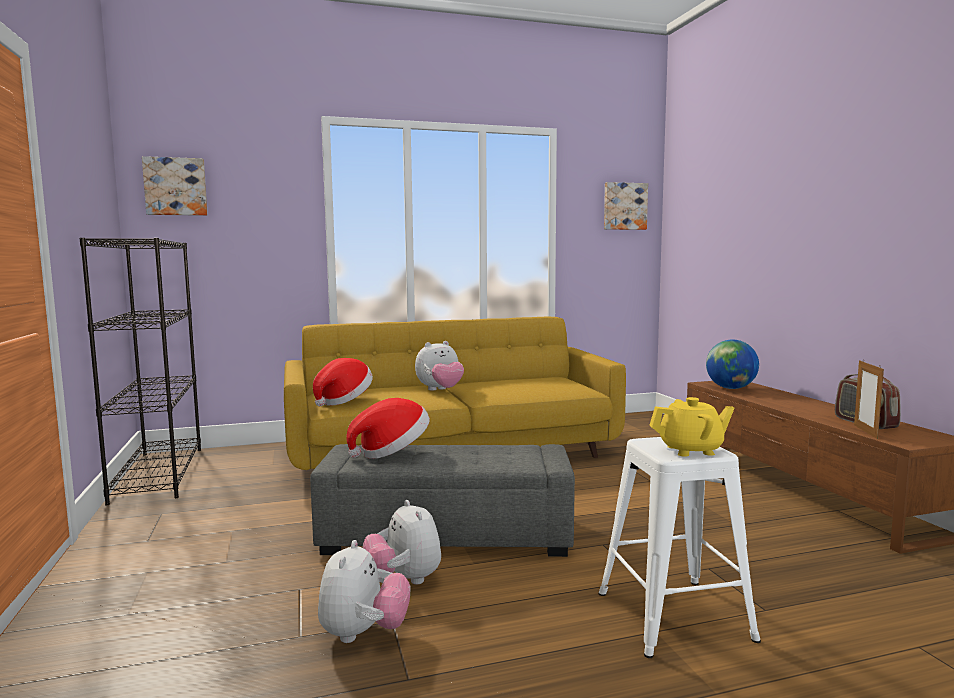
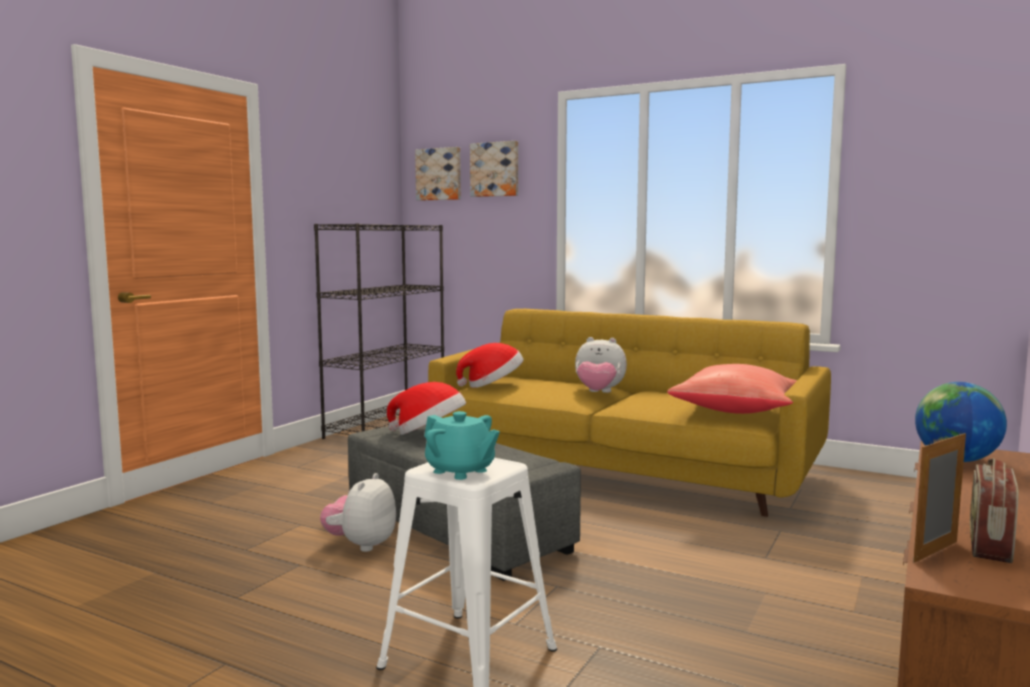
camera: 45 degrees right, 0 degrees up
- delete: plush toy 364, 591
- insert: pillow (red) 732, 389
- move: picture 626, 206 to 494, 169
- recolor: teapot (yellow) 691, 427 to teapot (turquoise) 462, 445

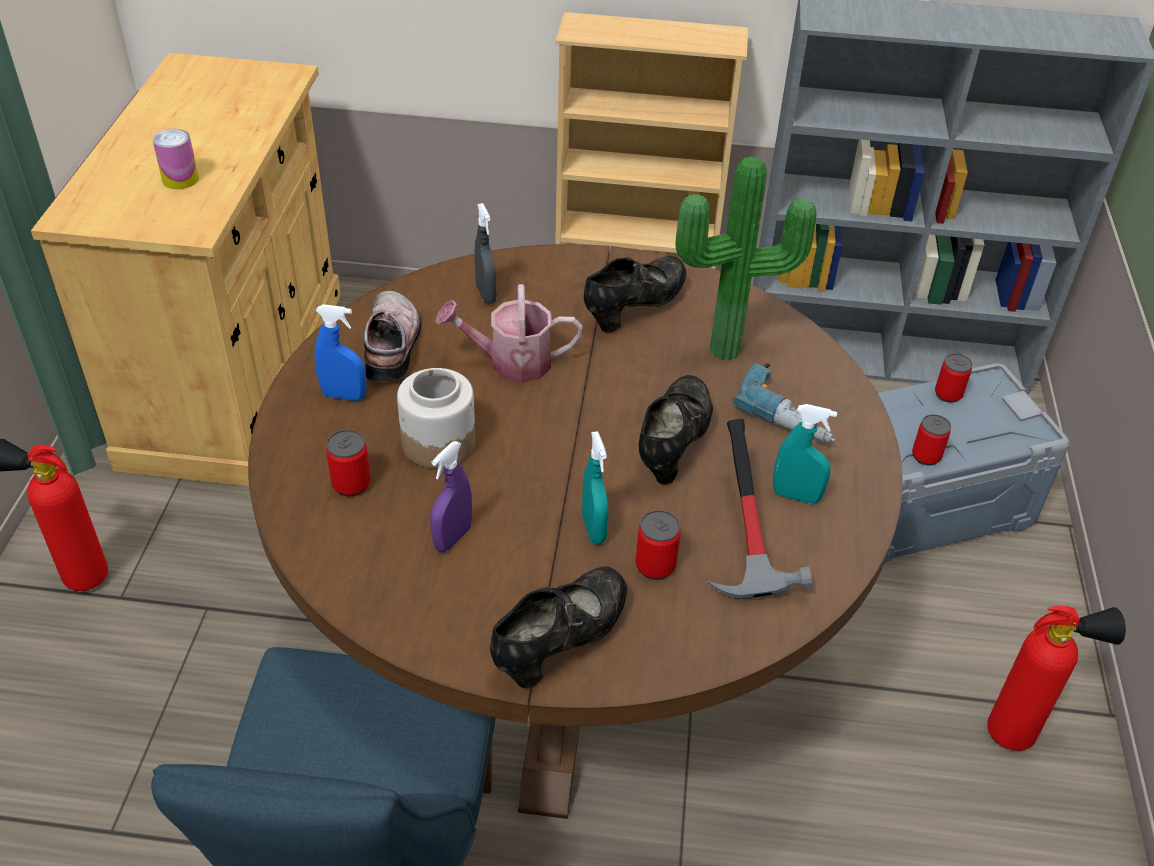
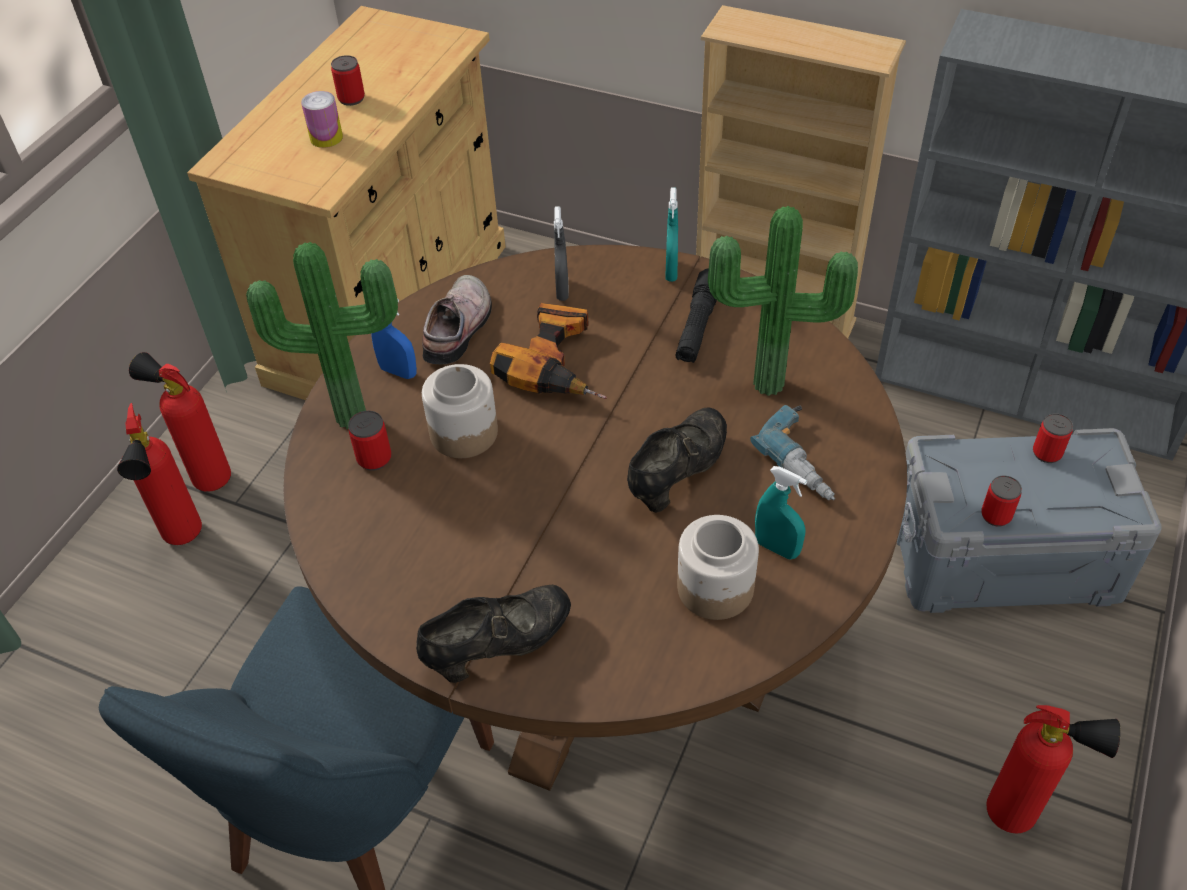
camera: 20 degrees right, 5 degrees up
- delete: spray bottle (purple) 451, 496
- insert: fire extinguisher 159, 474
- insert: potted plant 322, 335
- move: spray bottle (turquoise) 595, 488 to 671, 235
- move: can 658, 545 to 348, 80
- replace: watering can 508, 333 to power drill 548, 351
- replace: shoe (black) 635, 294 to flashlight (black) 696, 316
- replace: hammer 760, 509 to jar 718, 567

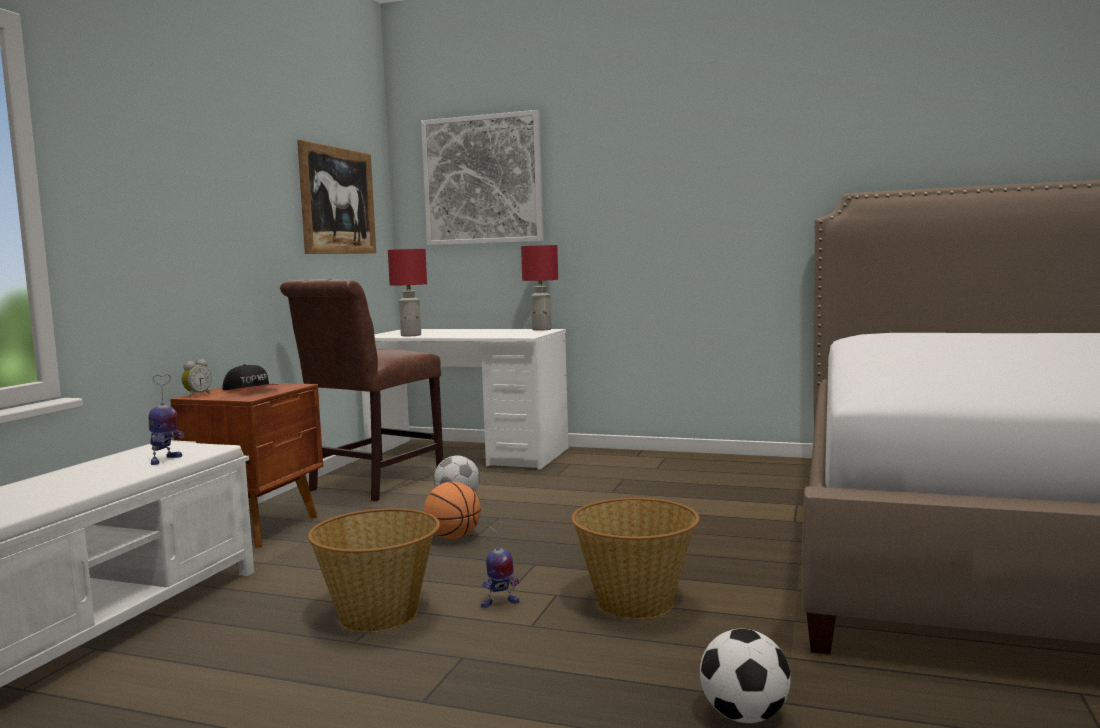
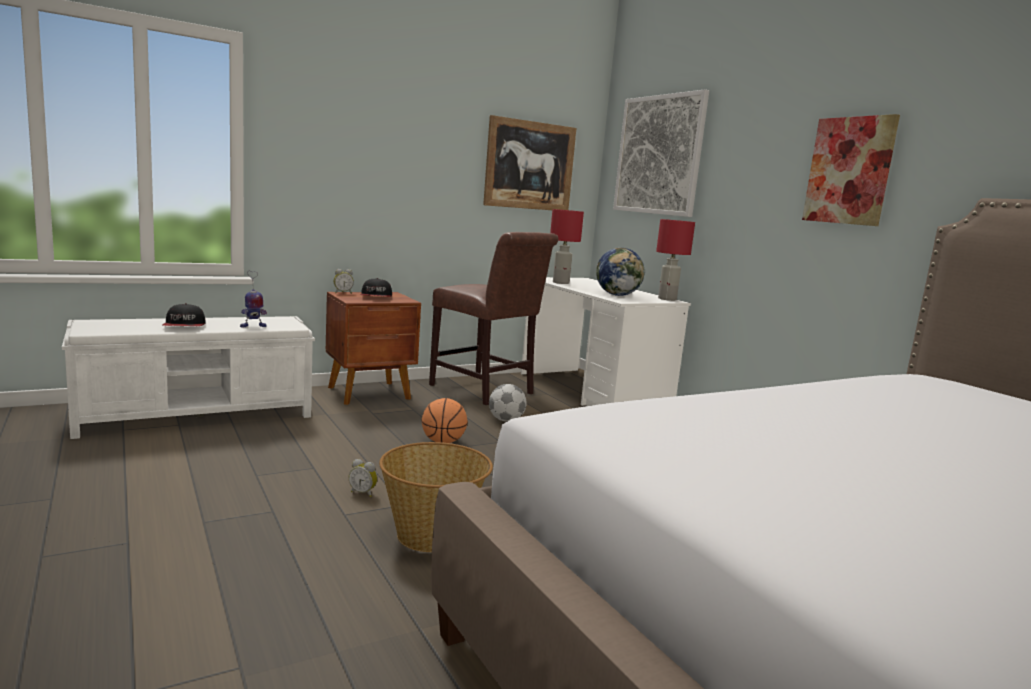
camera: 40 degrees right, 5 degrees up
- delete: basket 374, 570
- delete: football 745, 676
- insert: cap 184, 314
- insert: globe 620, 272
- insert: picture 851, 170
- replace: toy robot 500, 564 to alarm clock 363, 478
- rotate: chair (brown) 361, 390 = 493, 318 120 degrees counterclockwise

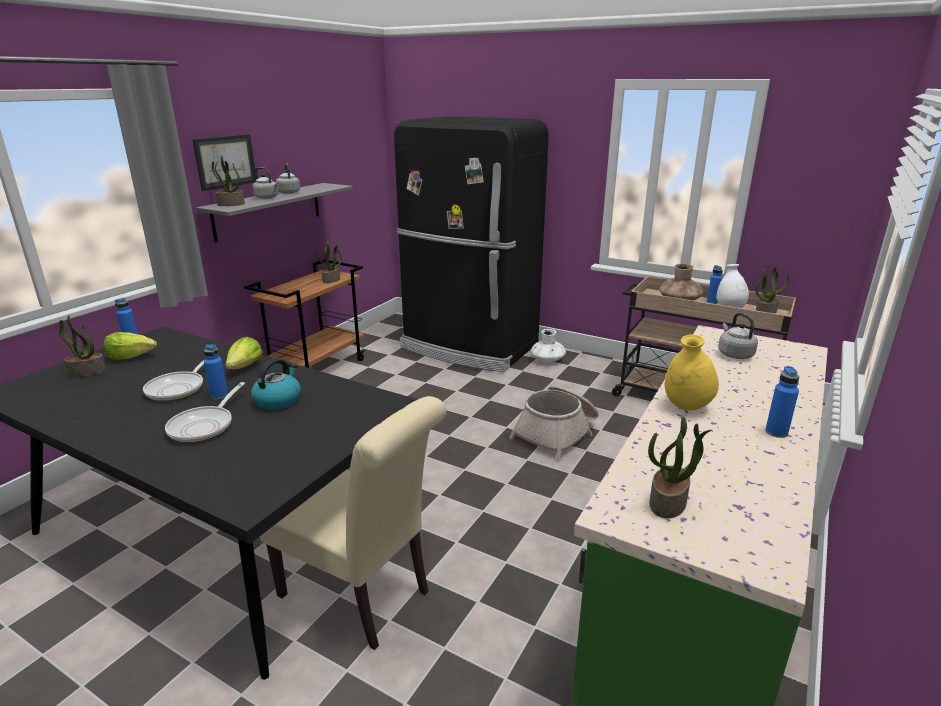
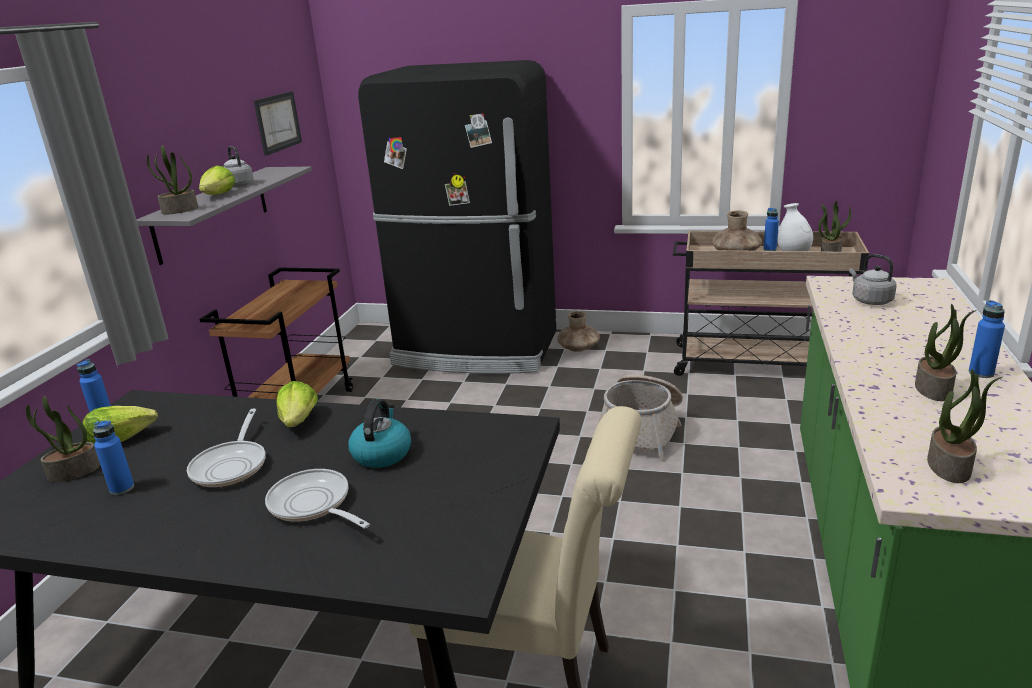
camera: 15 degrees left, 0 degrees up
- delete: vase (yellow) 692, 373
- move: picture 224, 162 to 278, 123
- move: bottle (blue) 216, 372 to 113, 458
- move: potted plant 329, 262 to 945, 352
- replace: kettle (grey) 266, 183 to lettuce 217, 180
- recolor: vase (white) 548, 346 to vase (brown) 578, 331
- rotate: frying pan 205, 412 = 317, 499 135 degrees clockwise

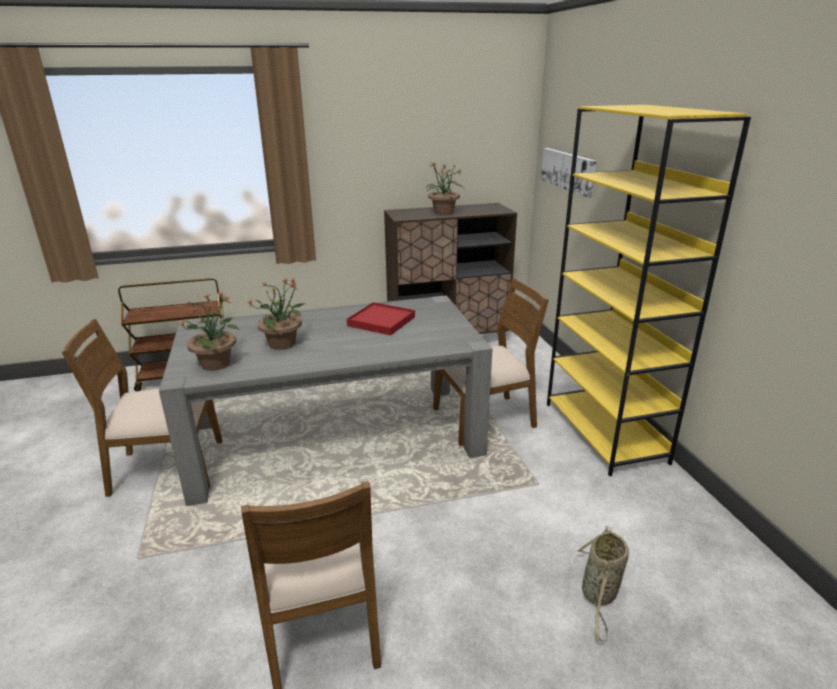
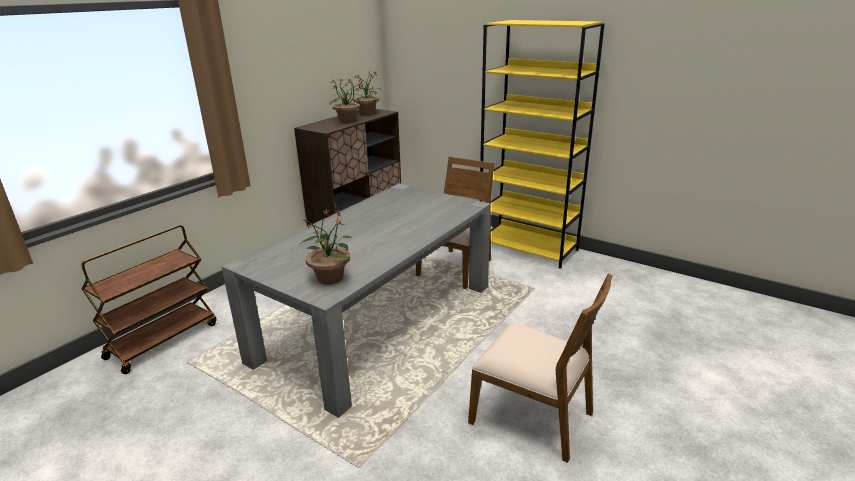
camera: 40 degrees left, 0 degrees up
- delete: chair (brown) 142, 408
- delete: tray (red) 381, 318
- delete: picture 568, 173
- delete: basket 603, 584
- move: potted plant 276, 314 to 368, 93

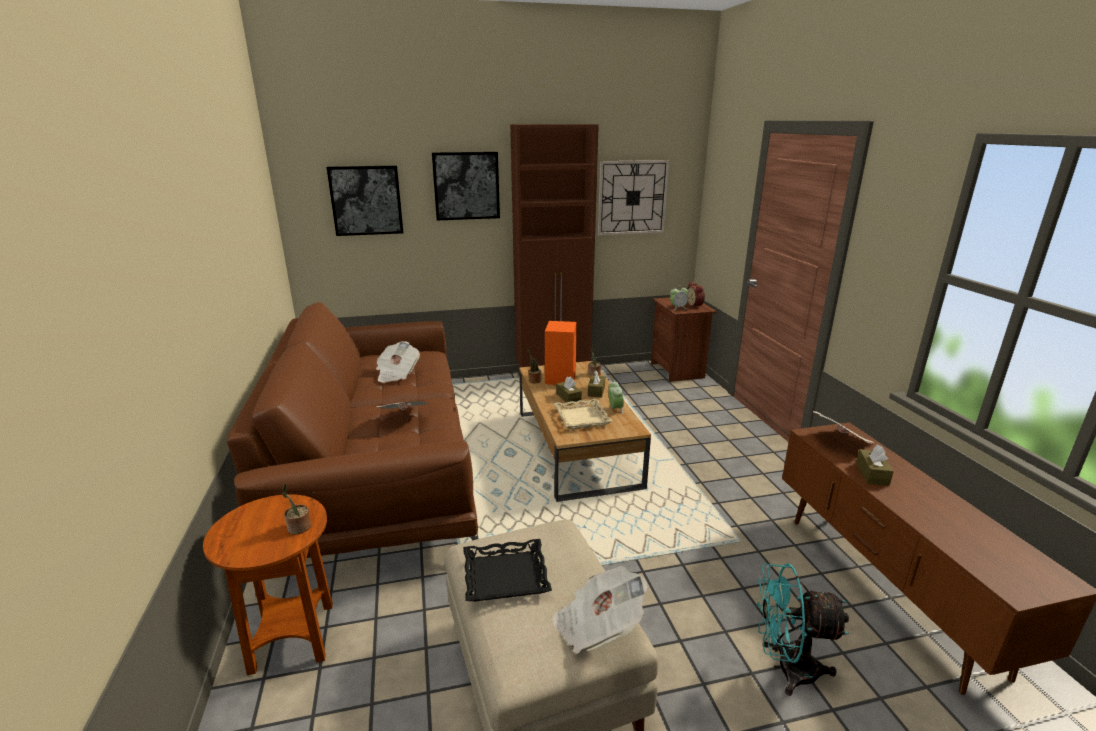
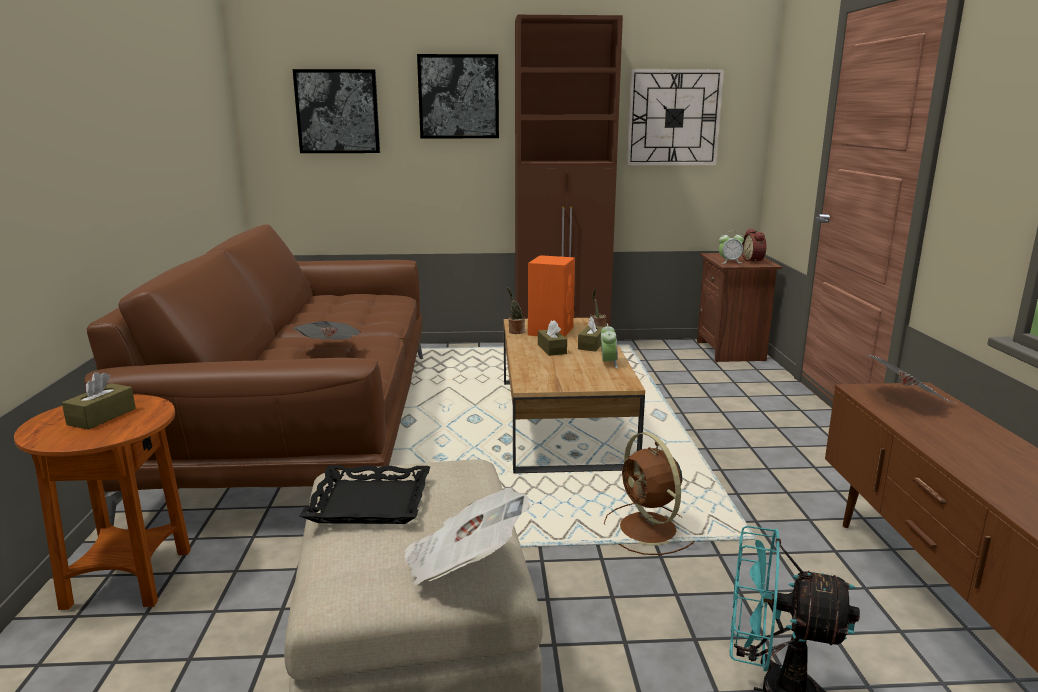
camera: 10 degrees right, 5 degrees down
- delete: potted plant 296, 509
- delete: newspaper 398, 362
- delete: tray (beige) 583, 413
- insert: fan (brown) 649, 493
- move: tissue box (brown) 875, 465 to 99, 401

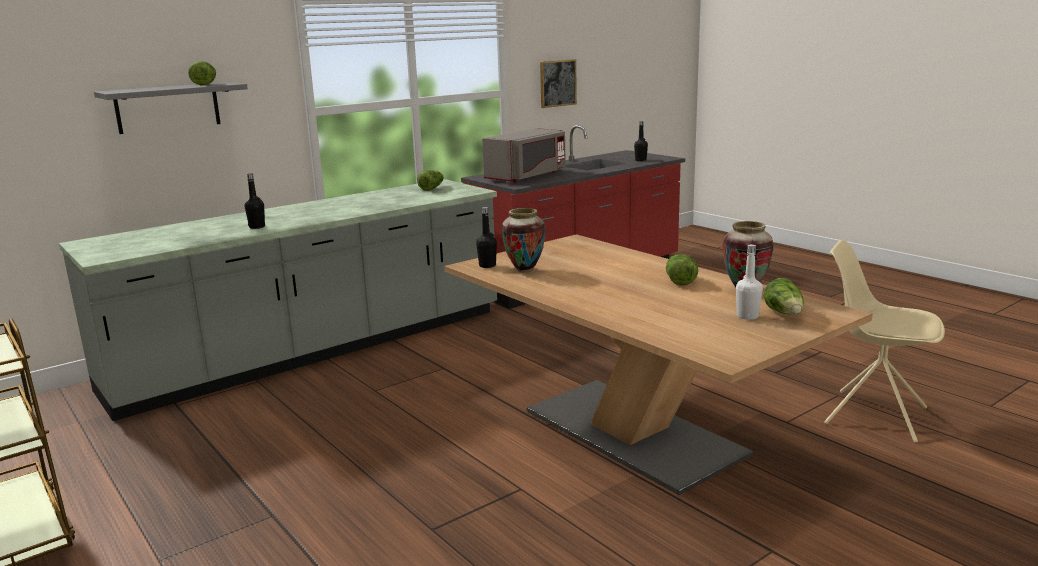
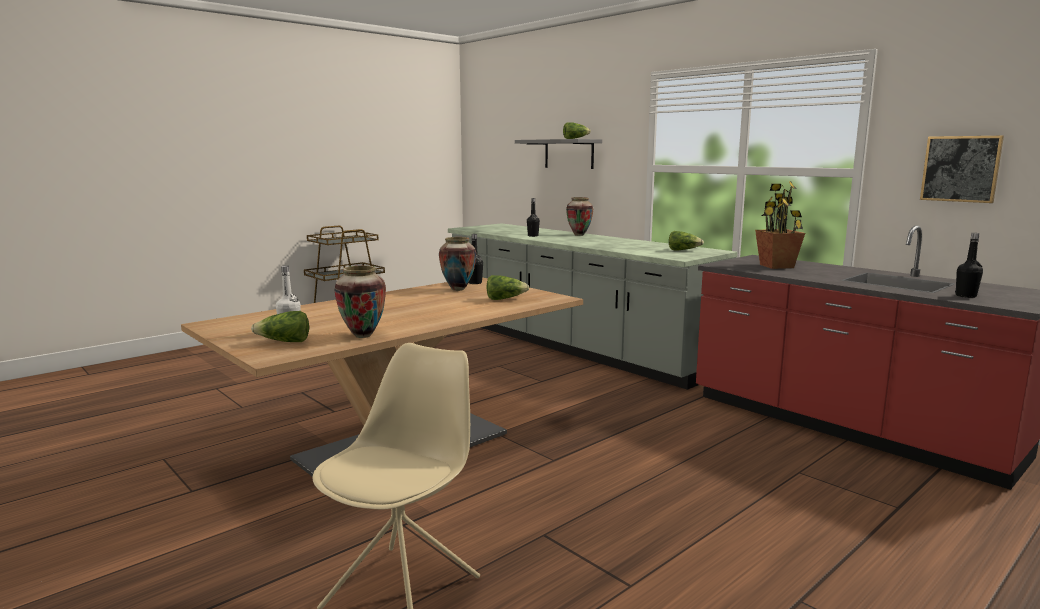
camera: 85 degrees right, 5 degrees down
- insert: vase 579, 216
- move: lettuce 682, 270 to 507, 287
- replace: microwave (grey) 524, 155 to potted plant 780, 225

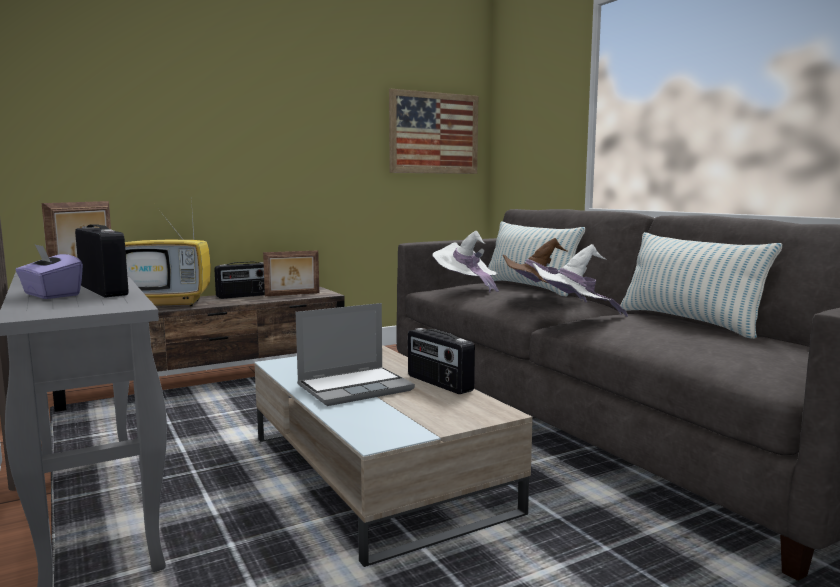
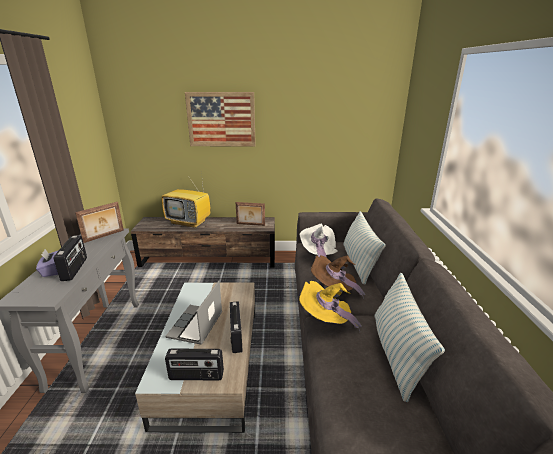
camera: 30 degrees right, 15 degrees up
- move: radio 239, 280 to 194, 364
- move: picture 433, 131 to 220, 119
- recolor: hat (white) 580, 280 to hat (yellow) 330, 306
- rotate: laptop 355, 354 = 194, 313 105 degrees clockwise

